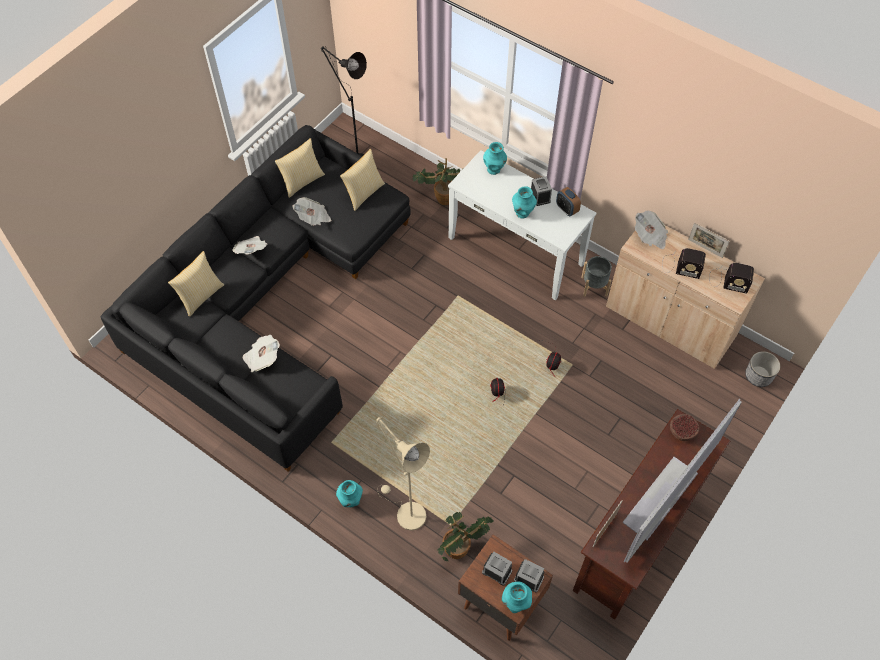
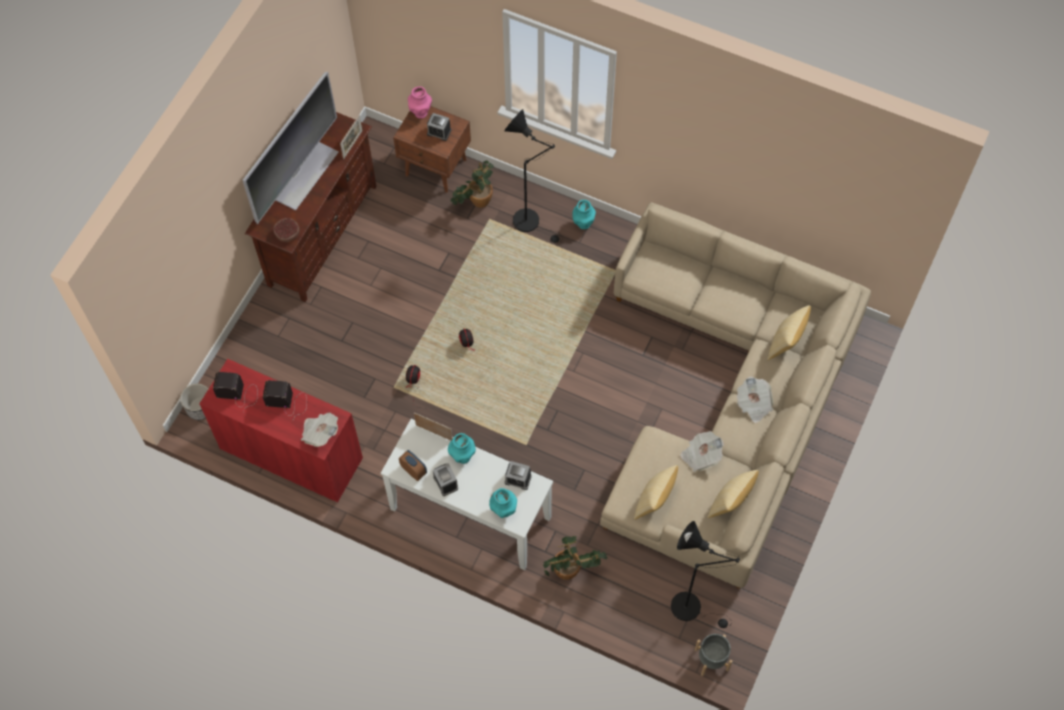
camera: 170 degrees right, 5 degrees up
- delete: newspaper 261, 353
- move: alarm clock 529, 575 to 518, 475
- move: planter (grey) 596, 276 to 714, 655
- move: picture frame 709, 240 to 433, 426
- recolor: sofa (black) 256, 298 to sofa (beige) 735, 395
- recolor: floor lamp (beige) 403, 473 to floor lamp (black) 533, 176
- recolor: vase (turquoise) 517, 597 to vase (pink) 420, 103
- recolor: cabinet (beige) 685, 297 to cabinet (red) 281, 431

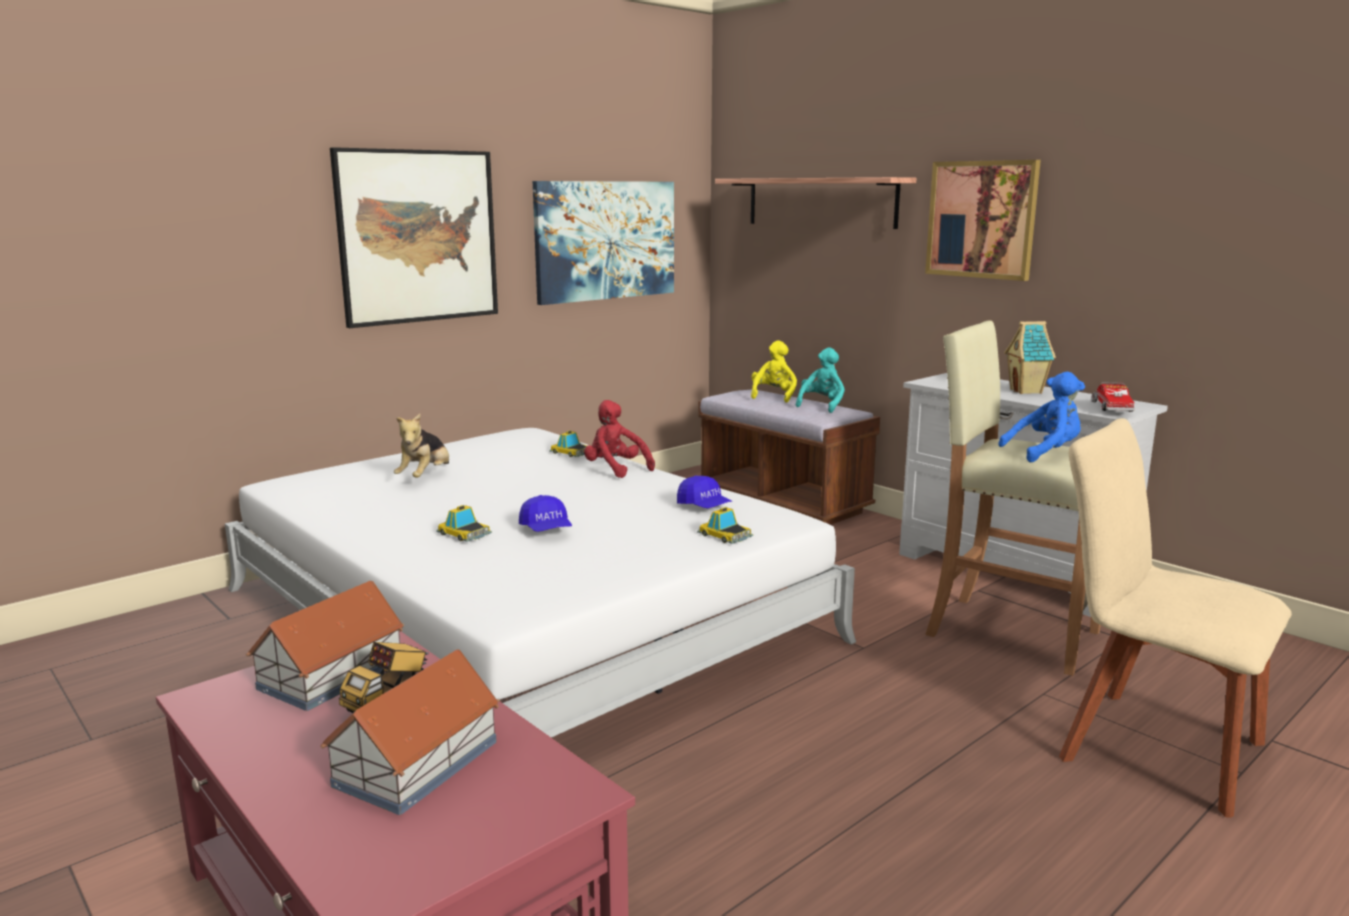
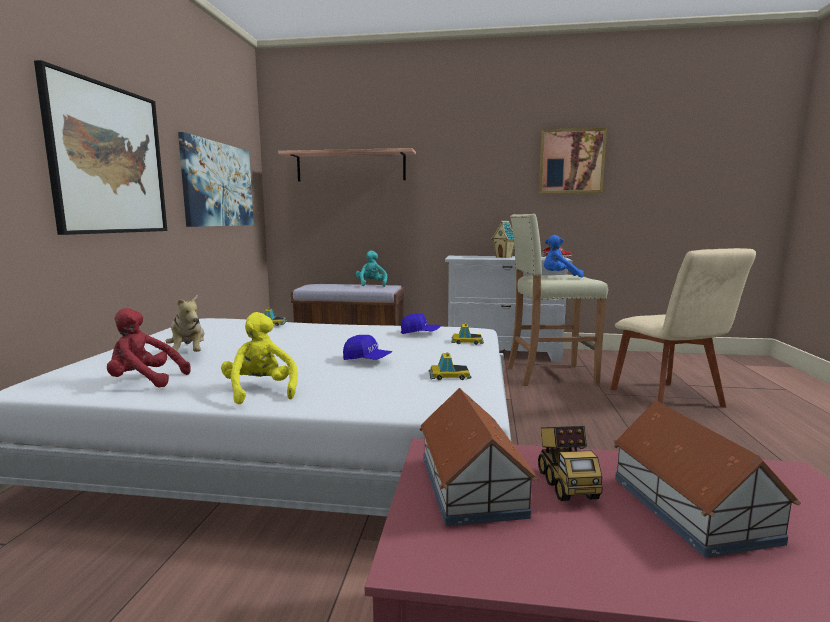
camera: 40 degrees left, 5 degrees down
- move: toy car 464, 523 to 450, 366
- move: plush toy (red) 619, 439 to 149, 347
- move: plush toy (yellow) 774, 371 to 259, 358
- move: picture 983, 220 to 573, 160
- rotate: plush toy (blue) 1041, 417 = 564, 256 120 degrees counterclockwise
- rotate: chair (beige) 1175, 618 = 683, 328 105 degrees counterclockwise

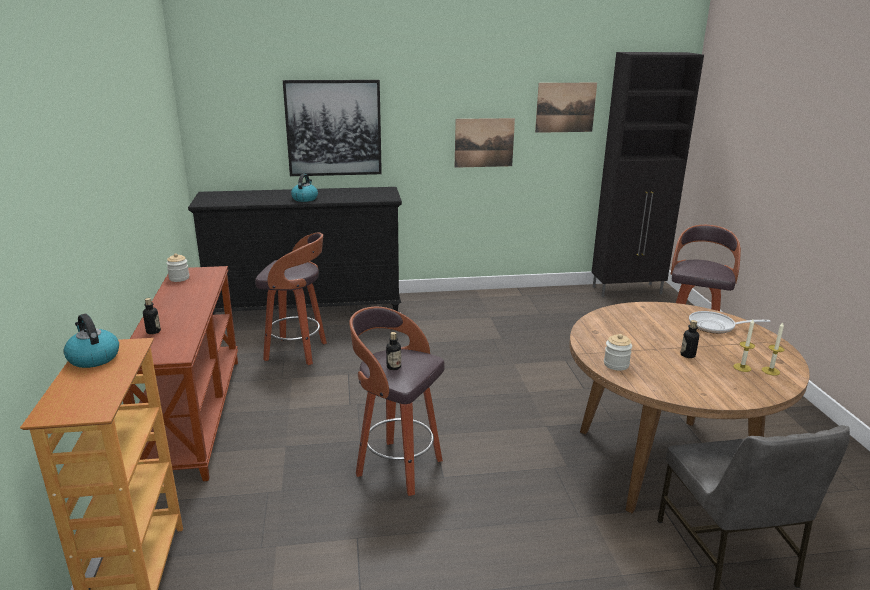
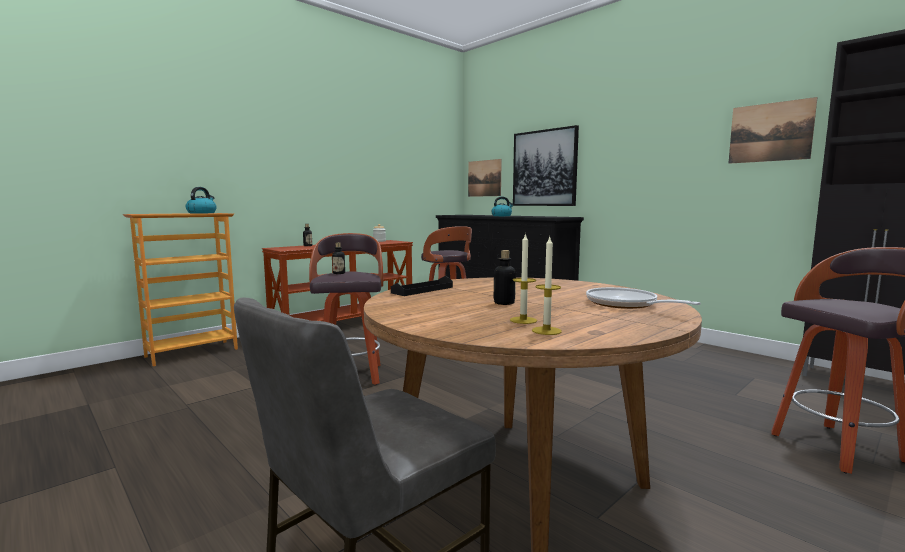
camera: 55 degrees right, 15 degrees down
- move: picture 485, 143 to 485, 178
- replace: jar 618, 352 to tray (black) 422, 286

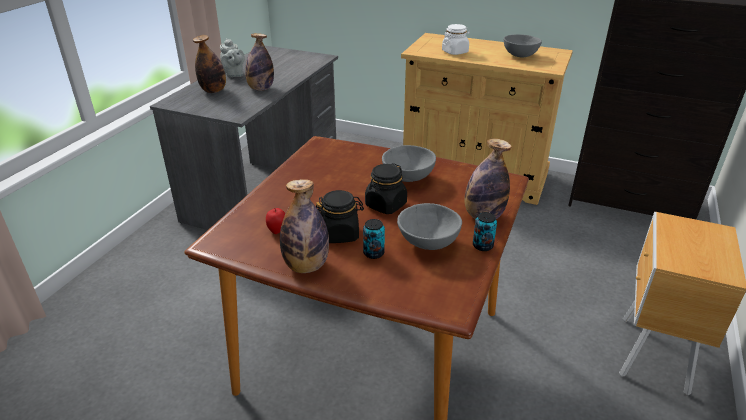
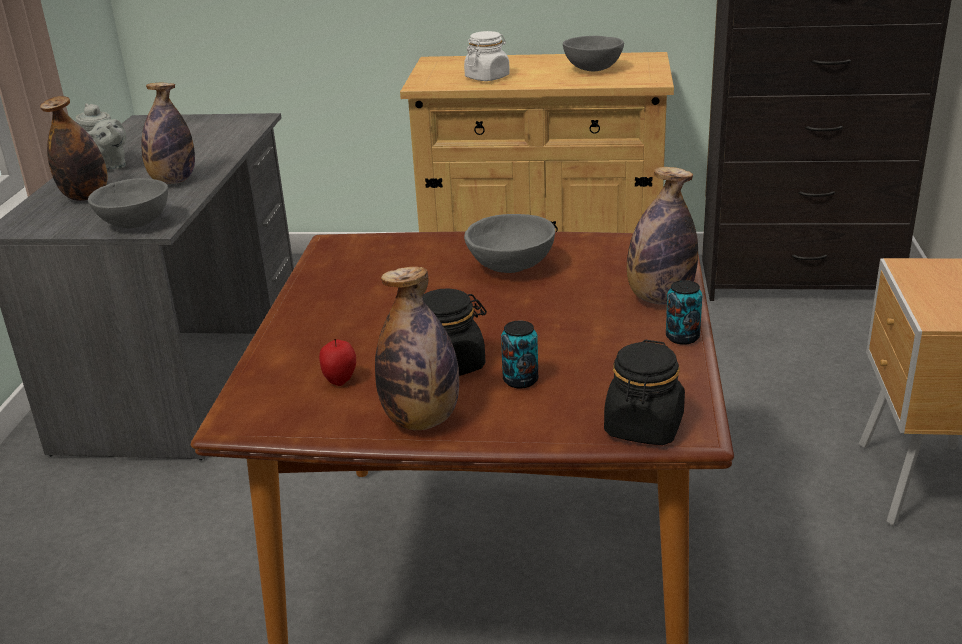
camera: 15 degrees left, 5 degrees down
- move: jar (black) 386, 188 to 644, 392
- move: bowl (grey) 429, 226 to 128, 203

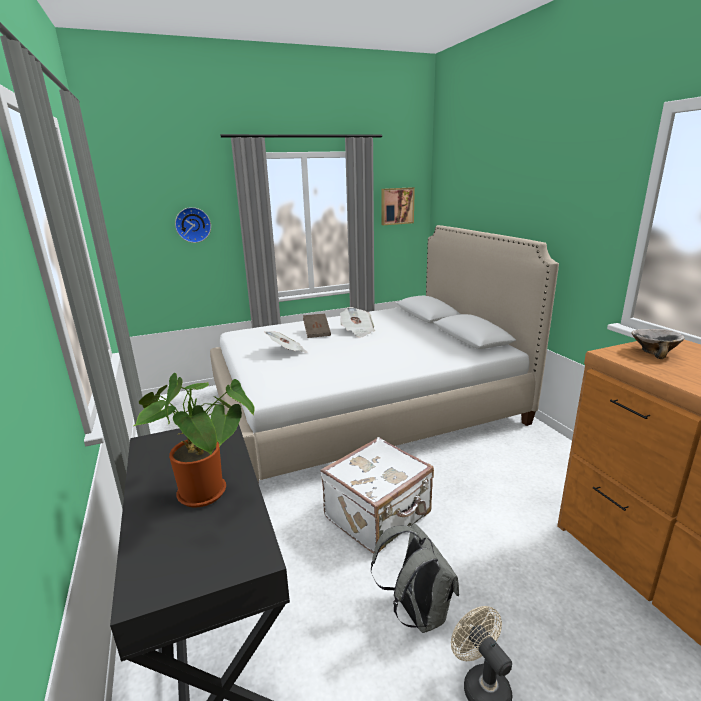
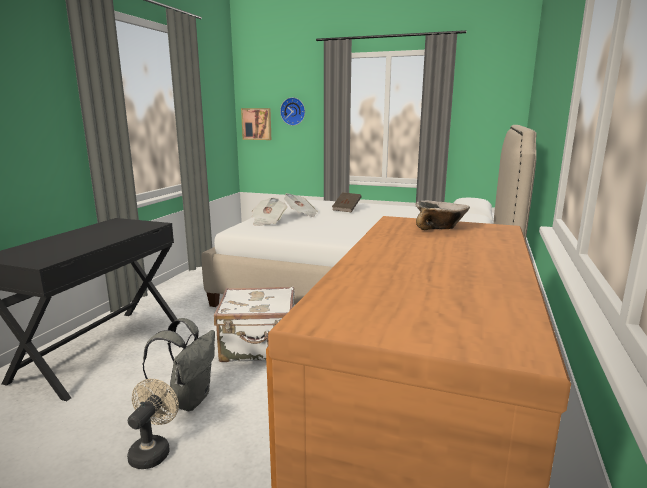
camera: 40 degrees right, 5 degrees down
- delete: potted plant 194, 440
- move: newspaper 357, 322 to 269, 212
- move: picture 398, 206 to 256, 124

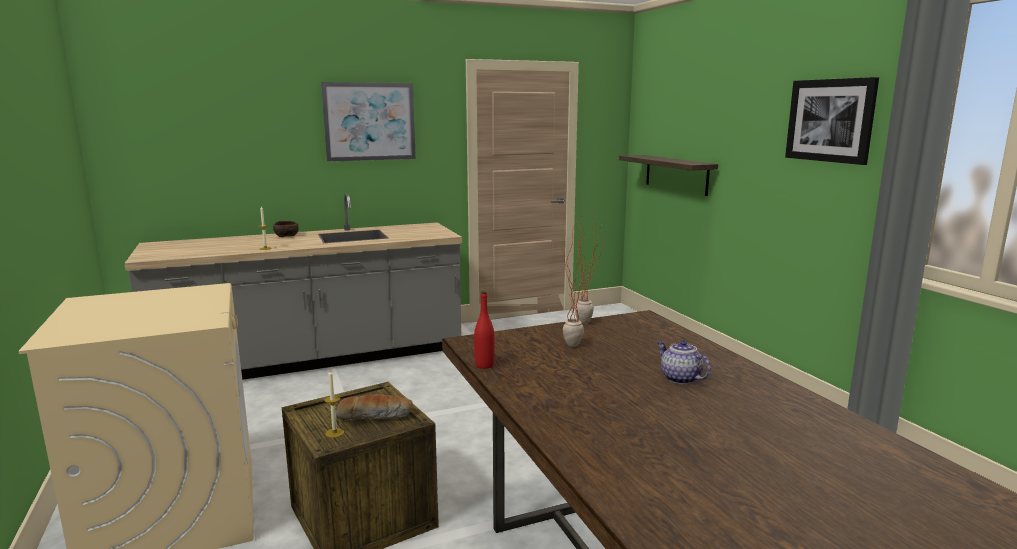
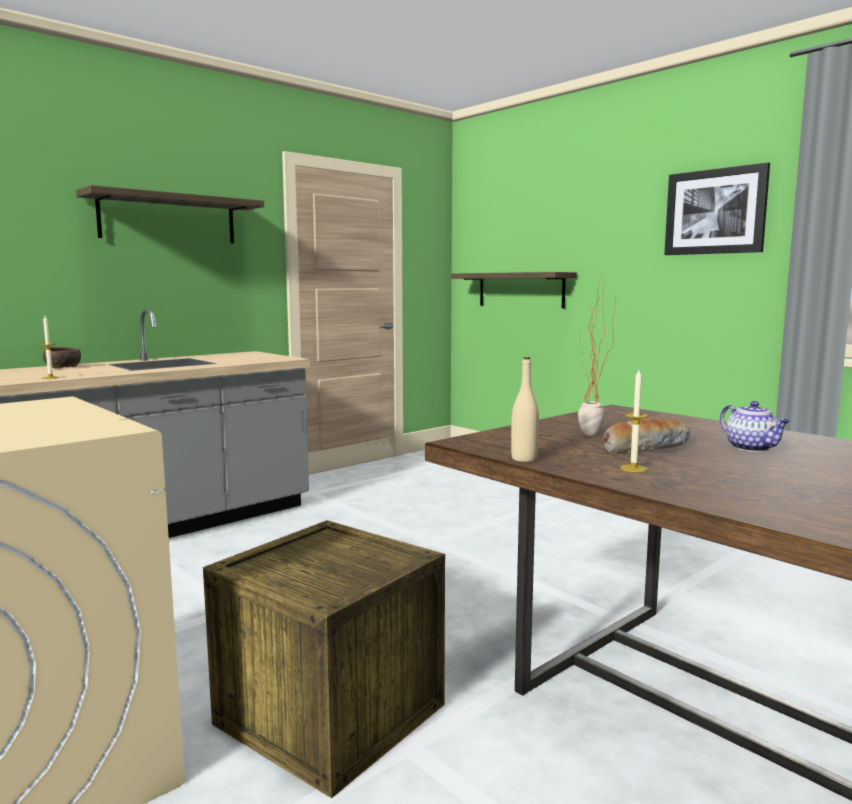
camera: 20 degrees left, 5 degrees down
- delete: potted plant 590, 266
- move: candle 334, 404 to 634, 421
- move: bread 374, 407 to 647, 436
- replace: picture 368, 122 to shelf 170, 214
- recolor: bottle (red) 484, 330 to bottle (beige) 525, 409
- rotate: teapot 684, 362 = 755, 426 150 degrees counterclockwise

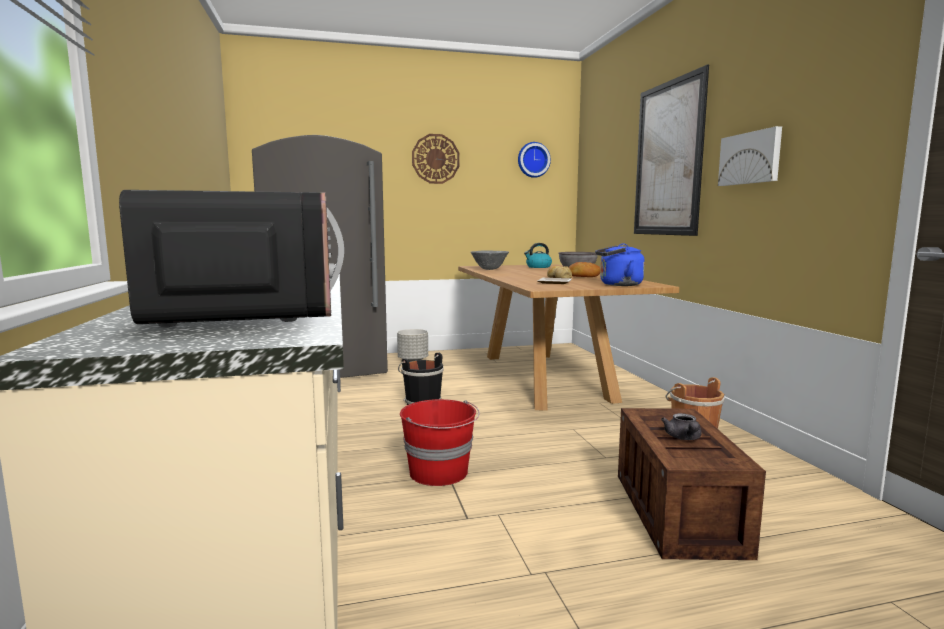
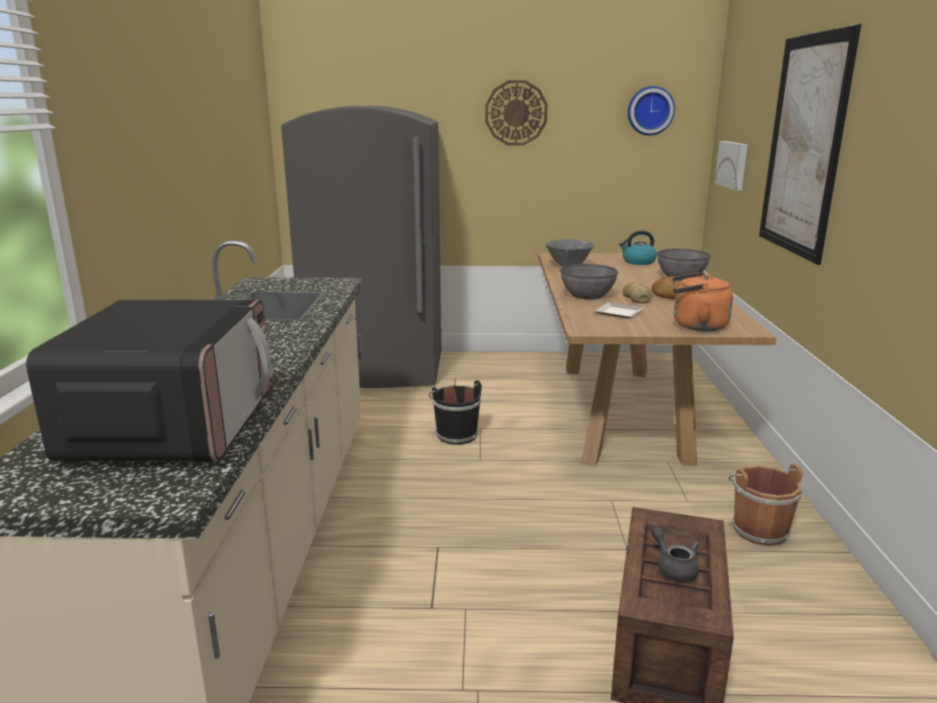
camera: 15 degrees right, 10 degrees up
- delete: planter (grey) 412, 345
- delete: bucket (red) 440, 442
- insert: bowl (grey) 589, 281
- move: picture 750, 156 to 731, 166
- recolor: kettle (blue) 620, 264 to kettle (orange) 702, 301
- rotate: teapot (grey) 681, 426 = 675, 554 135 degrees clockwise

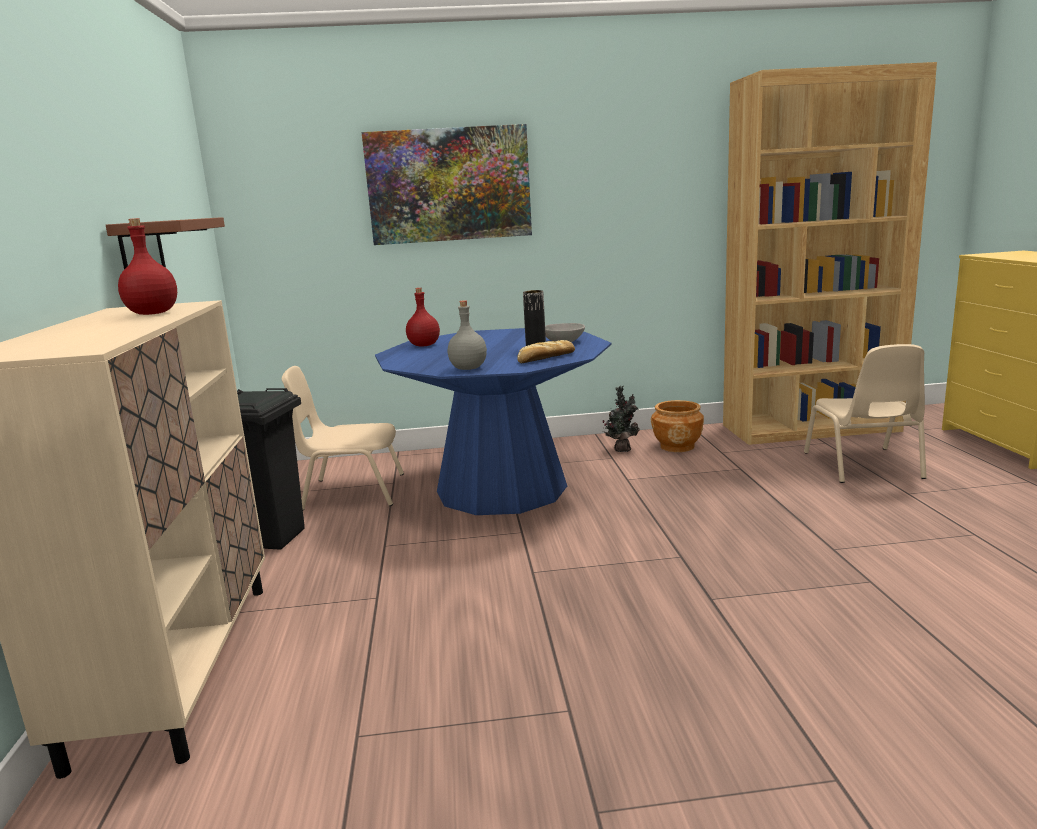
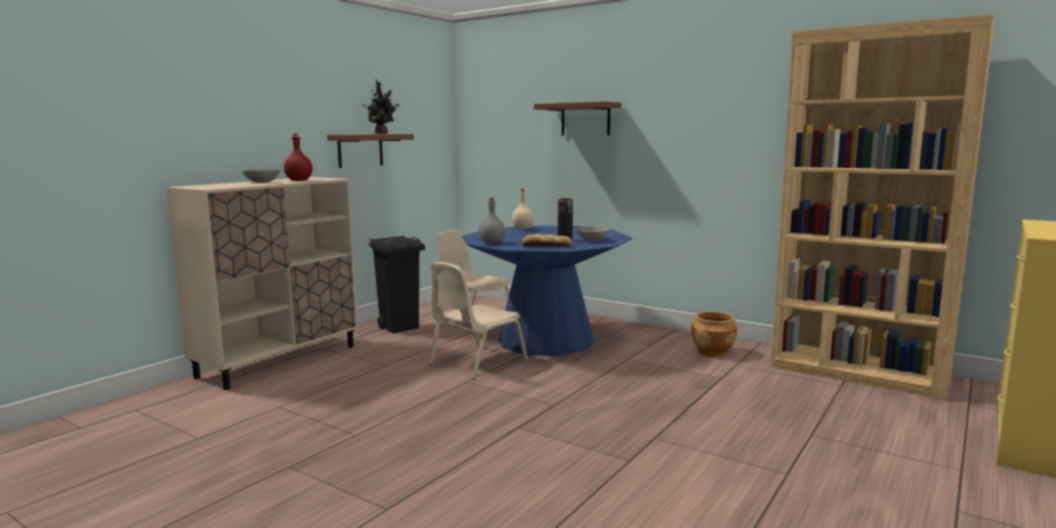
camera: 40 degrees right, 5 degrees down
- insert: bowl (grey) 261, 175
- move: potted plant 621, 419 to 381, 106
- move: chair (beige) 865, 413 to 478, 321
- replace: picture 447, 184 to shelf (brown) 577, 118
- recolor: bottle (red) 423, 317 to bottle (beige) 523, 209

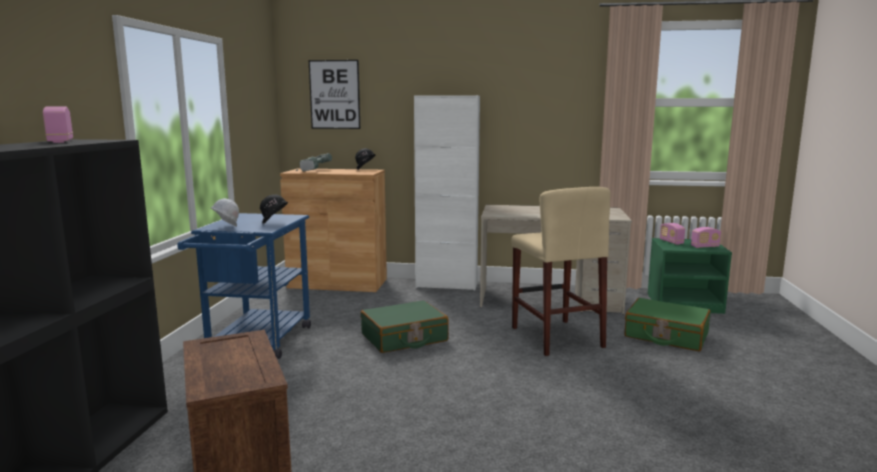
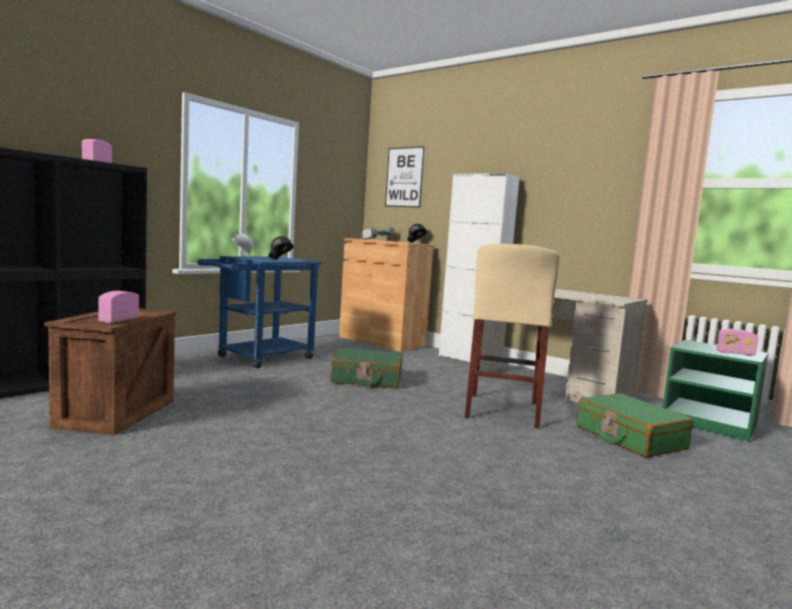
camera: 30 degrees right, 5 degrees down
- move: radio 672, 234 to 118, 307

